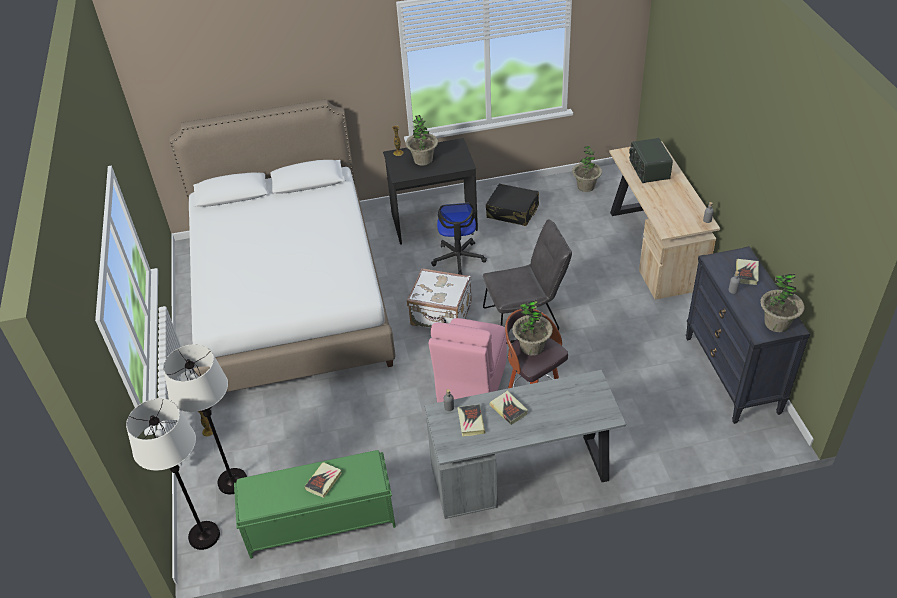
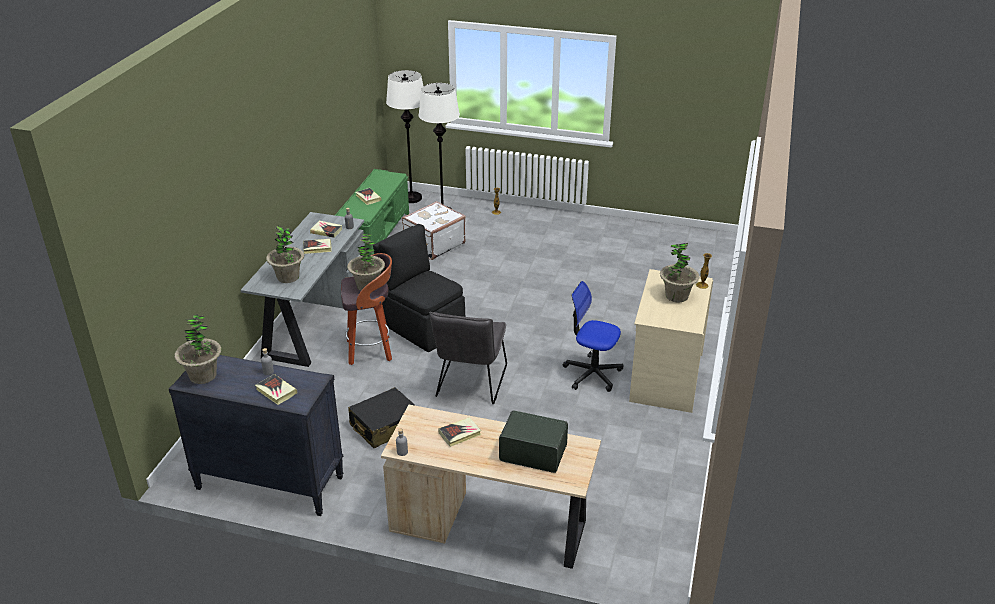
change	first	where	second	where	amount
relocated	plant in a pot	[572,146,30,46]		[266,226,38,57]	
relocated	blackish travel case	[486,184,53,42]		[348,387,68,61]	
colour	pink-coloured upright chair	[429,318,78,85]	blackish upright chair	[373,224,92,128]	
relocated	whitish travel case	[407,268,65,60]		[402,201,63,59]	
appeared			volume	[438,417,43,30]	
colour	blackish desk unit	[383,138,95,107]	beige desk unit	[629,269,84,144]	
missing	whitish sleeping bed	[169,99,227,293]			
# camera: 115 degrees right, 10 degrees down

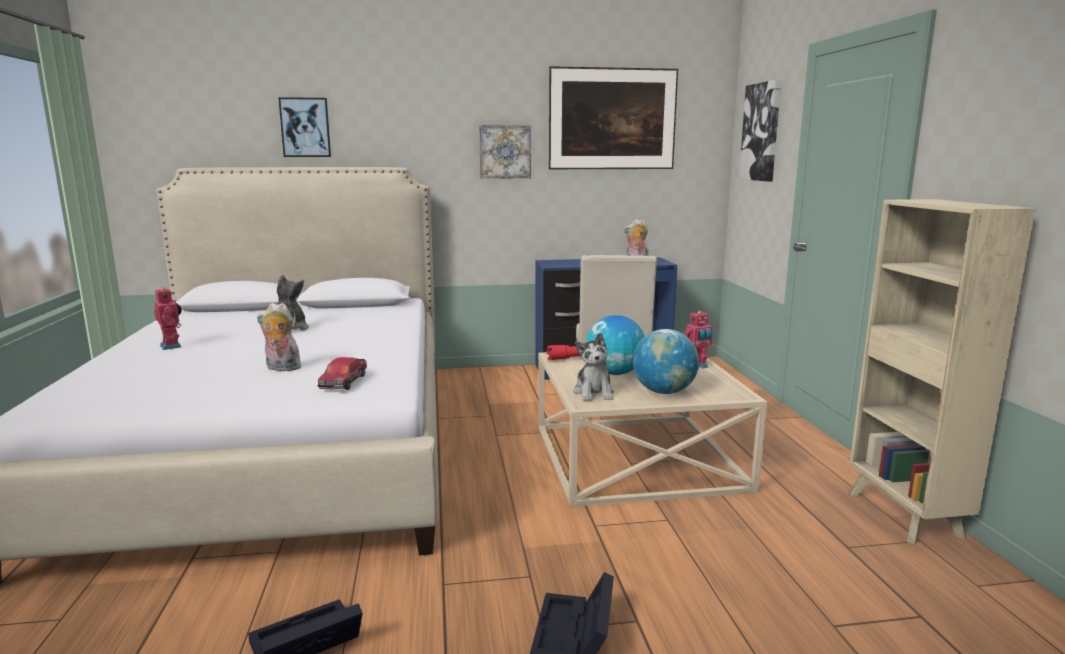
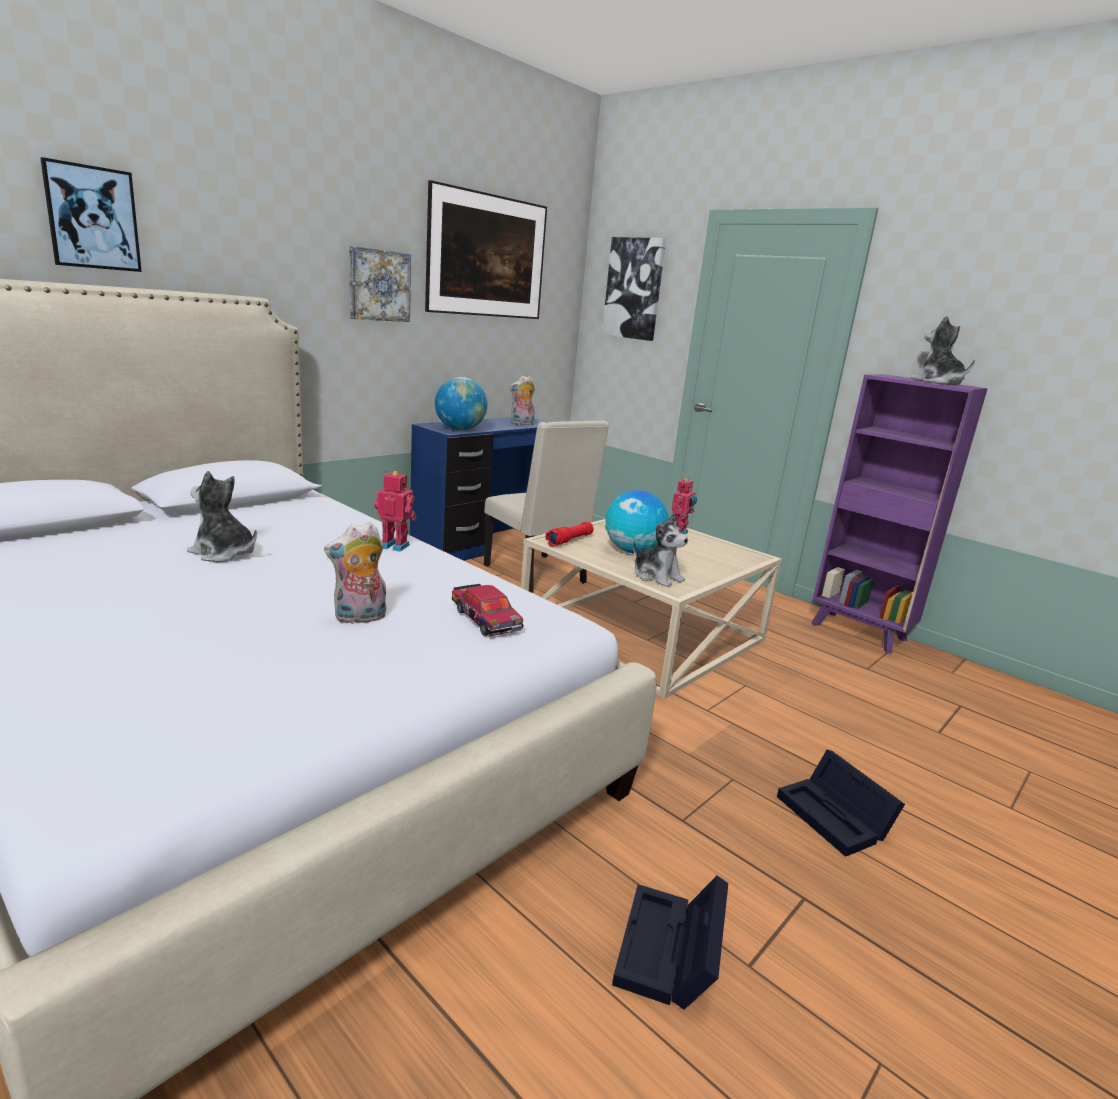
change	first	where	second	where	amount
relocated	model robot	[154,287,28,63]		[374,471,43,81]	
relocated	desk globe	[633,329,66,65]		[435,377,53,53]	
colour	beige bookshelf	[849,199,187,345]	purplish bookshelf	[811,374,177,280]	
appeared			cuddly toy	[910,316,65,69]	
# camera: 40 degrees left, 5 degrees up

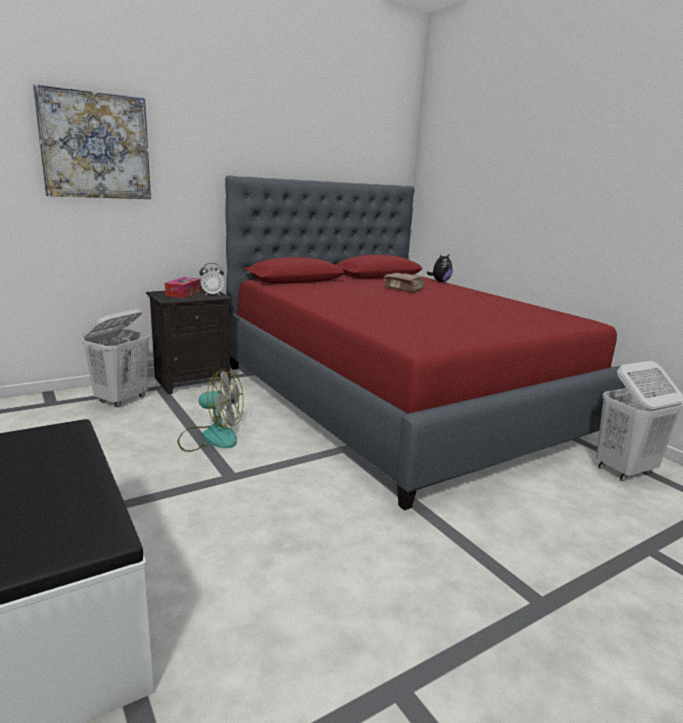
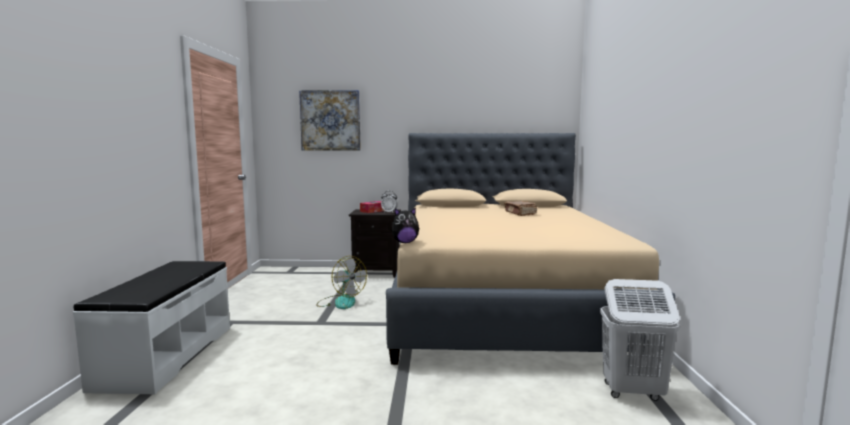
change	first	where	second	where	amount
colour	red-coloured sleeping bed	[225,176,405,334]	beige sleeping bed	[386,133,289,232]	
relocated	cuddly toy	[427,254,25,28]		[392,208,27,35]	
missing	whitish laundry basket	[82,309,67,98]			
# camera: 35 degrees right, 10 degrees down

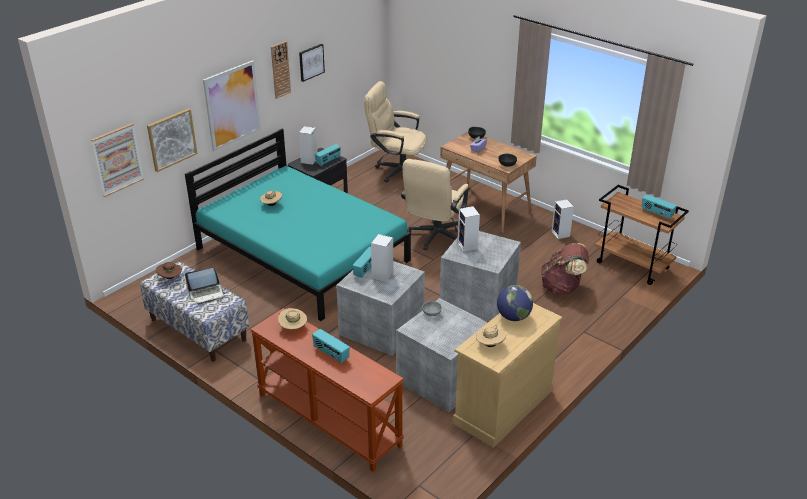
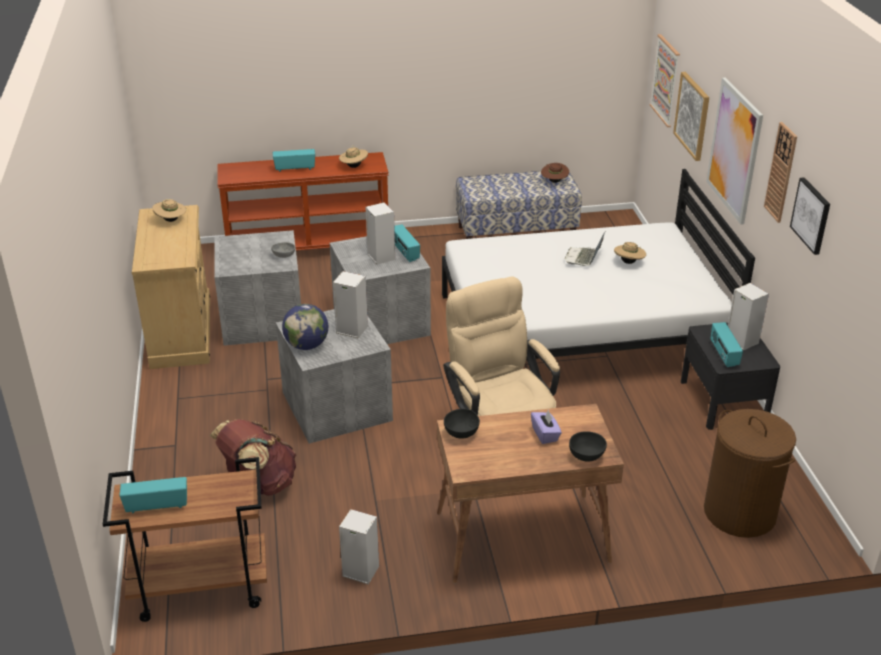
change	first	where	second	where	amount
relocated	desk globe	[497,285,36,36]		[282,304,46,46]	
colour	turquoise sleeping bed	[185,128,226,193]	whitish sleeping bed	[442,169,313,191]	
relocated	portable computer	[185,268,41,36]		[565,230,41,36]	
exchanged	beige computer chair	[364,81,62,102]	brown laundry basket	[704,409,92,129]	
# camera: 130 degrees right, 0 degrees up

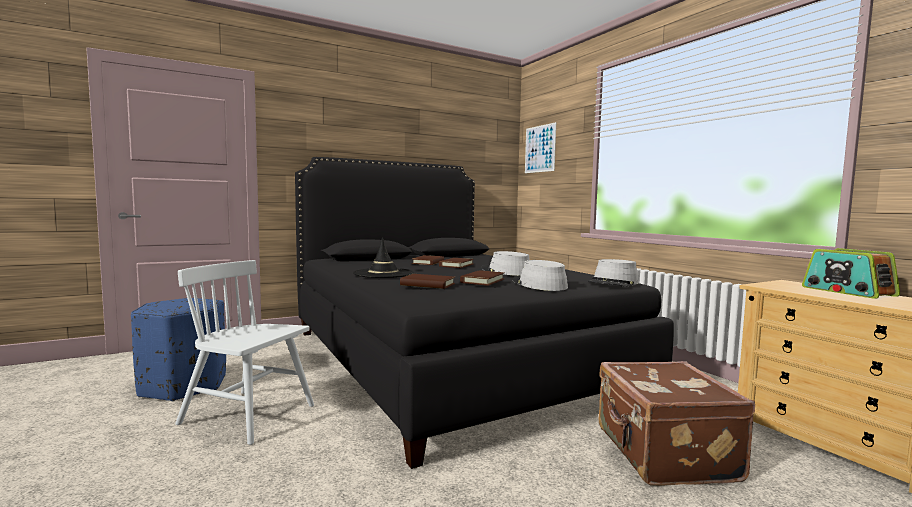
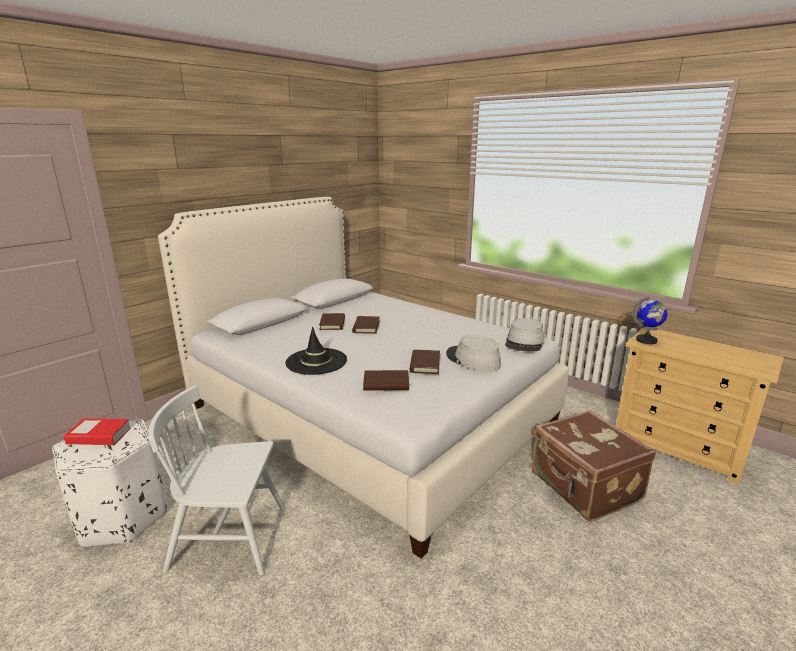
change	first	where	second	where	amount
colour	bluish footrest	[131,298,95,104]	whitish footrest	[52,419,115,128]	
appeared			volume	[63,418,68,27]	
colour	blackish sleeping bed	[295,157,379,312]	whitish sleeping bed	[158,197,411,361]	
appeared			desk globe	[632,296,36,48]	
missing	grey hat	[481,251,49,25]			
missing	picture	[525,122,31,51]			
missing	radio	[802,248,98,51]			
# camera: 20 degrees left, 15 degrees up

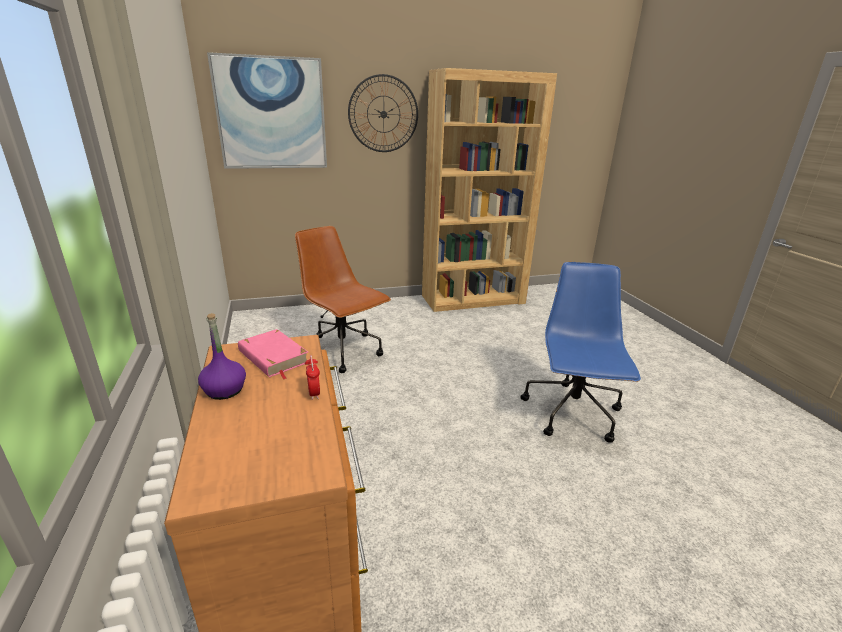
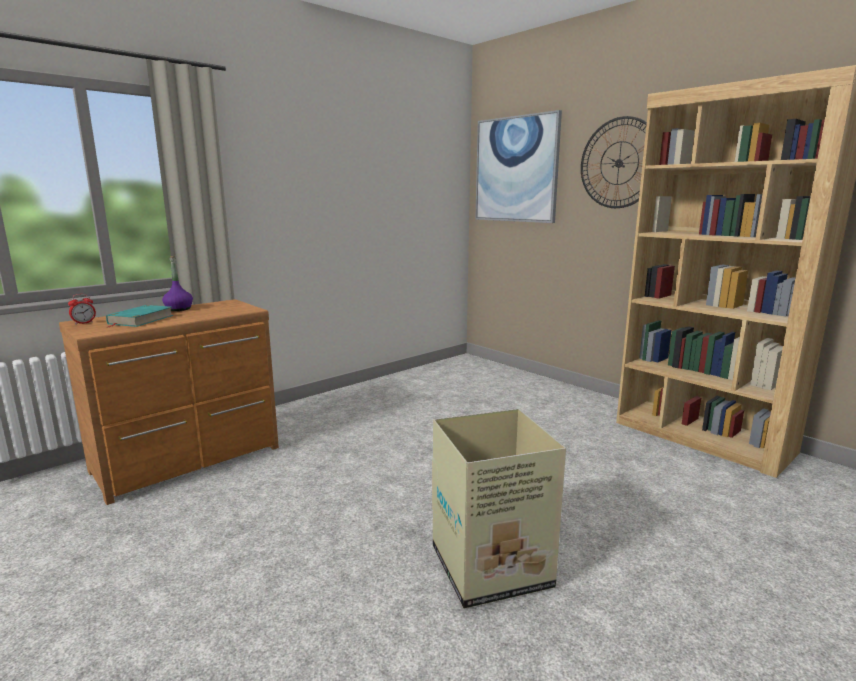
change	first	where	second	where	amount
relocated	bedside clock	[305,355,15,45]		[68,294,28,31]	
appeared			turquoise volume	[106,305,68,23]	
exchanged	bluish computer chair	[520,262,121,181]	carton	[432,409,134,200]	
missing	pink-coloured volume	[238,329,70,51]			
missing	brown computer chair	[295,226,96,147]			
# camera: 65 degrees right, 10 degrees down

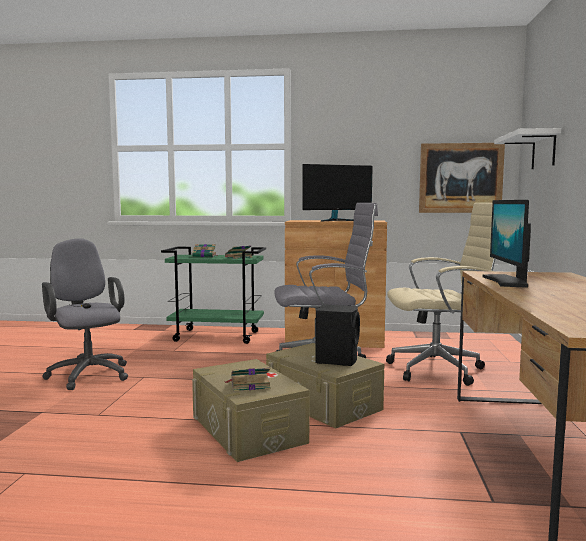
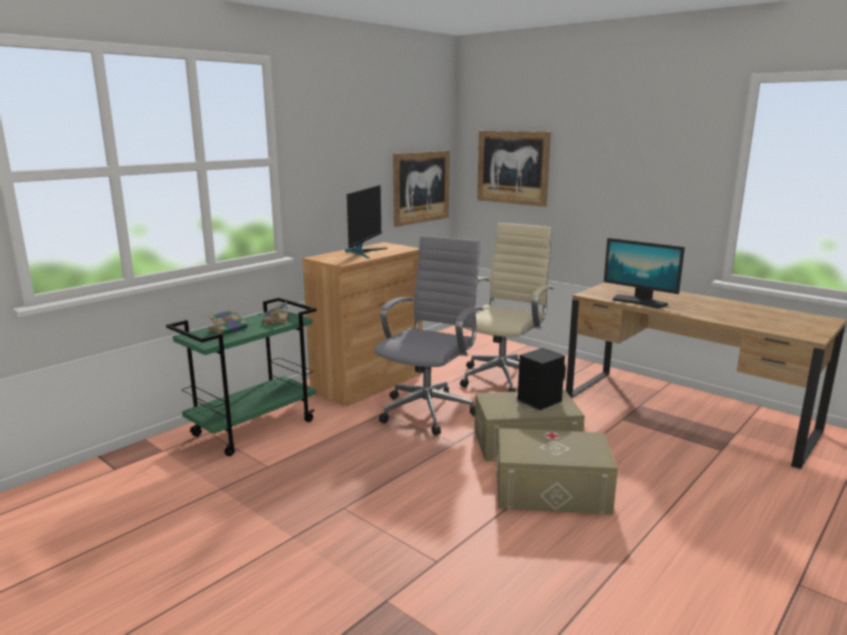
change	first	where	second	where	amount
exchanged	whitish shelf	[494,128,68,41]	picture	[477,131,74,76]	
missing	grey computer chair	[42,238,86,152]			
missing	volume	[225,368,46,23]			
# camera: 55 degrees left, 10 degrees up

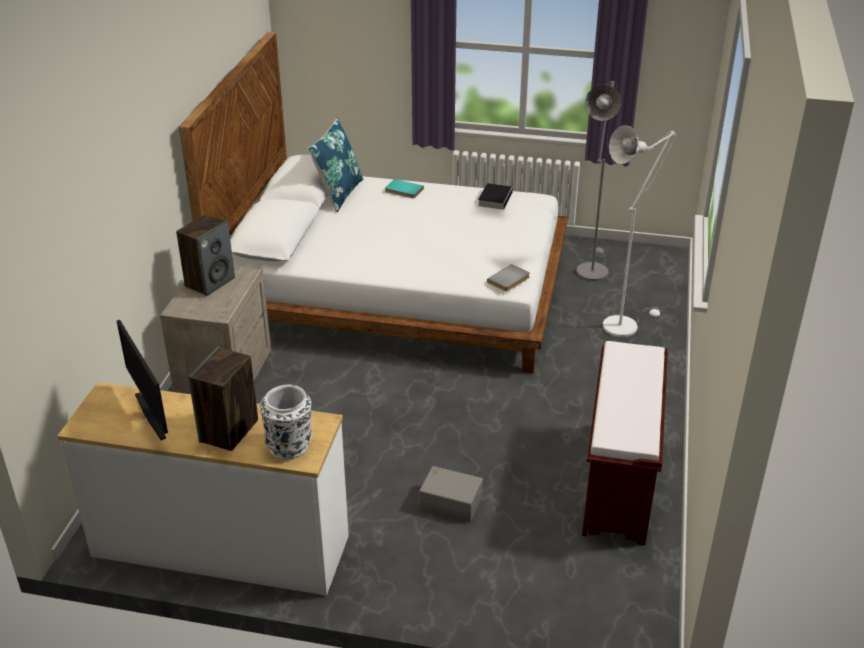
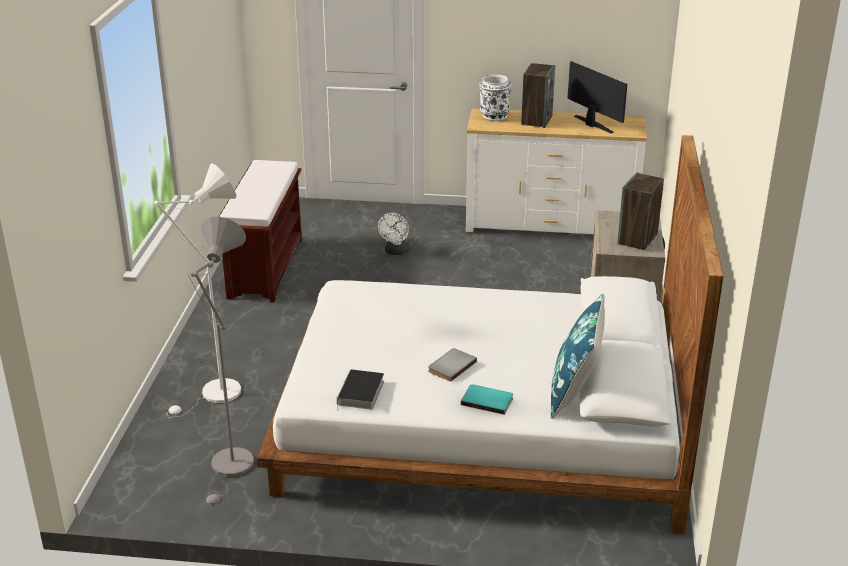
change	first	where	second	where	amount
exchanged	grey storage box	[419,466,64,56]	whitish electric fan	[378,213,31,42]	
relocated	grey volume	[487,264,43,28]		[428,348,49,34]	
# camera: 175 degrees right, 5 degrees down

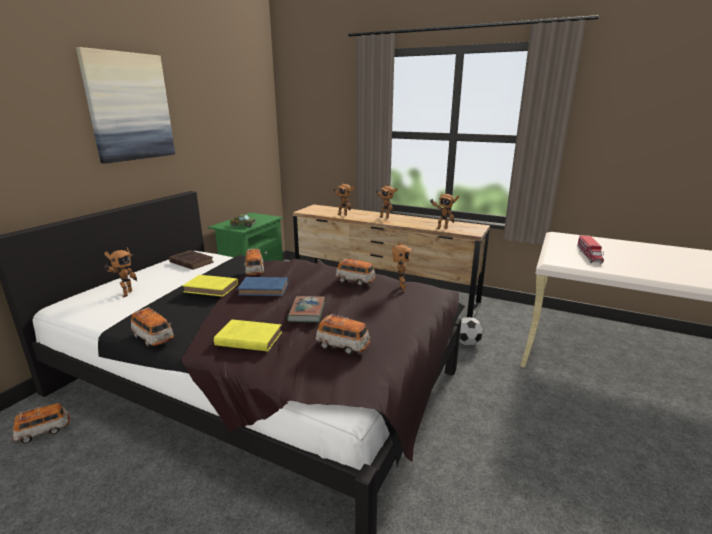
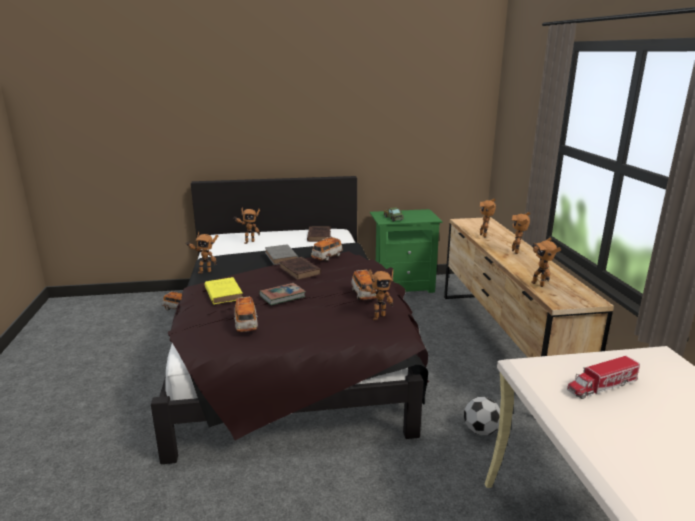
change	first	where	second	where	amount
exchanged	miniature car	[131,307,44,40]	model robot	[185,232,33,42]	
colour	yellow volume	[183,275,55,22]	grey volume	[265,244,34,21]	
colour	bluish volume	[238,277,50,19]	brown volume	[279,257,42,23]	
missing	picture	[76,47,99,117]			
# camera: 55 degrees right, 0 degrees up

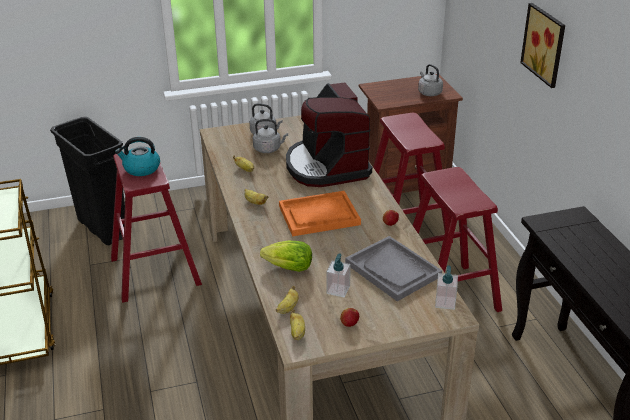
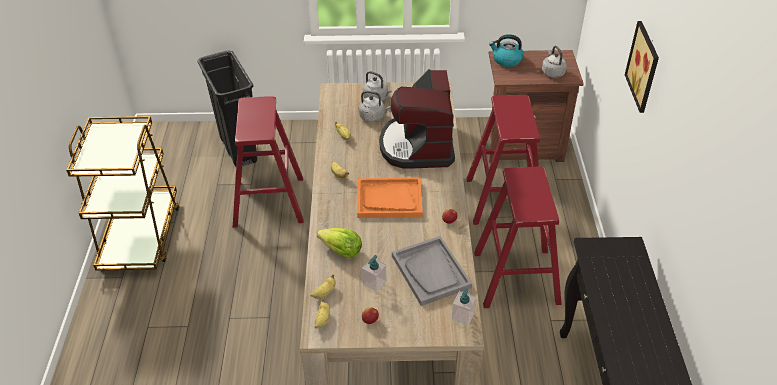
change	first	where	second	where	amount
relocated	kettle	[115,137,45,39]		[489,34,35,33]	
# camera: 15 degrees right, 10 degrees up

